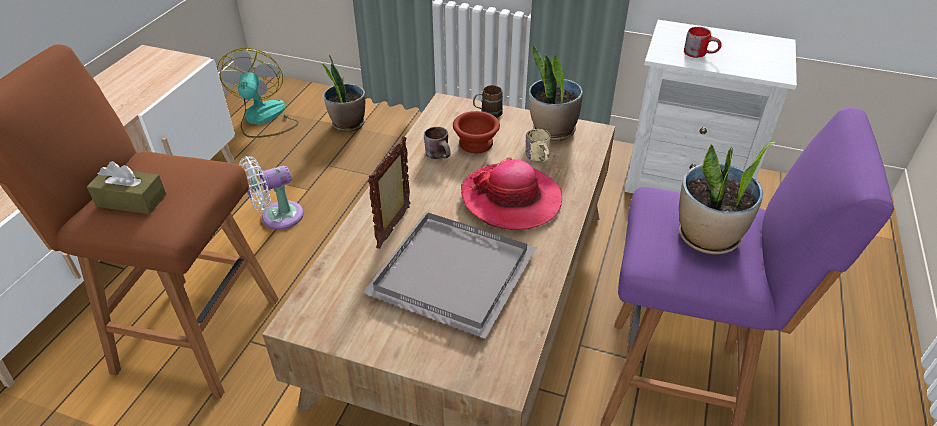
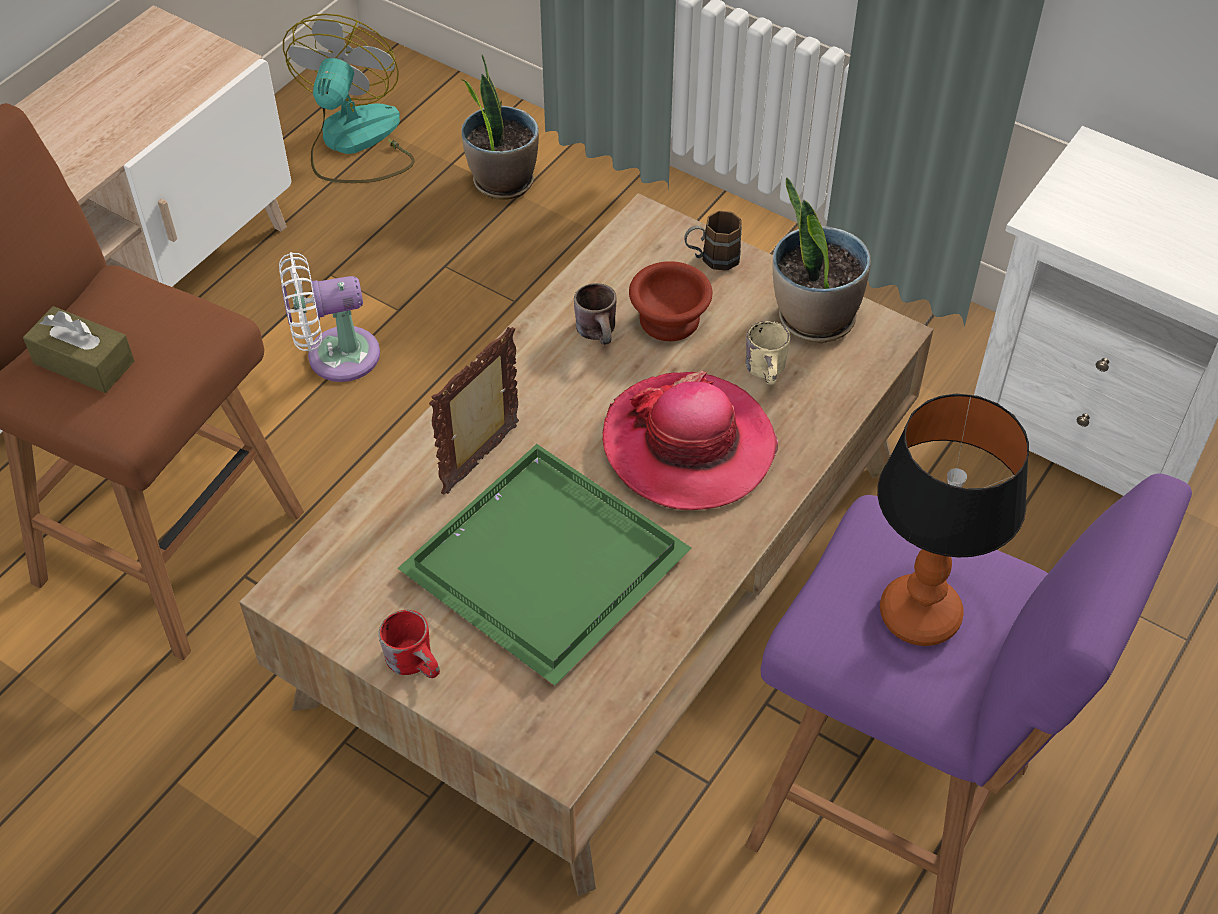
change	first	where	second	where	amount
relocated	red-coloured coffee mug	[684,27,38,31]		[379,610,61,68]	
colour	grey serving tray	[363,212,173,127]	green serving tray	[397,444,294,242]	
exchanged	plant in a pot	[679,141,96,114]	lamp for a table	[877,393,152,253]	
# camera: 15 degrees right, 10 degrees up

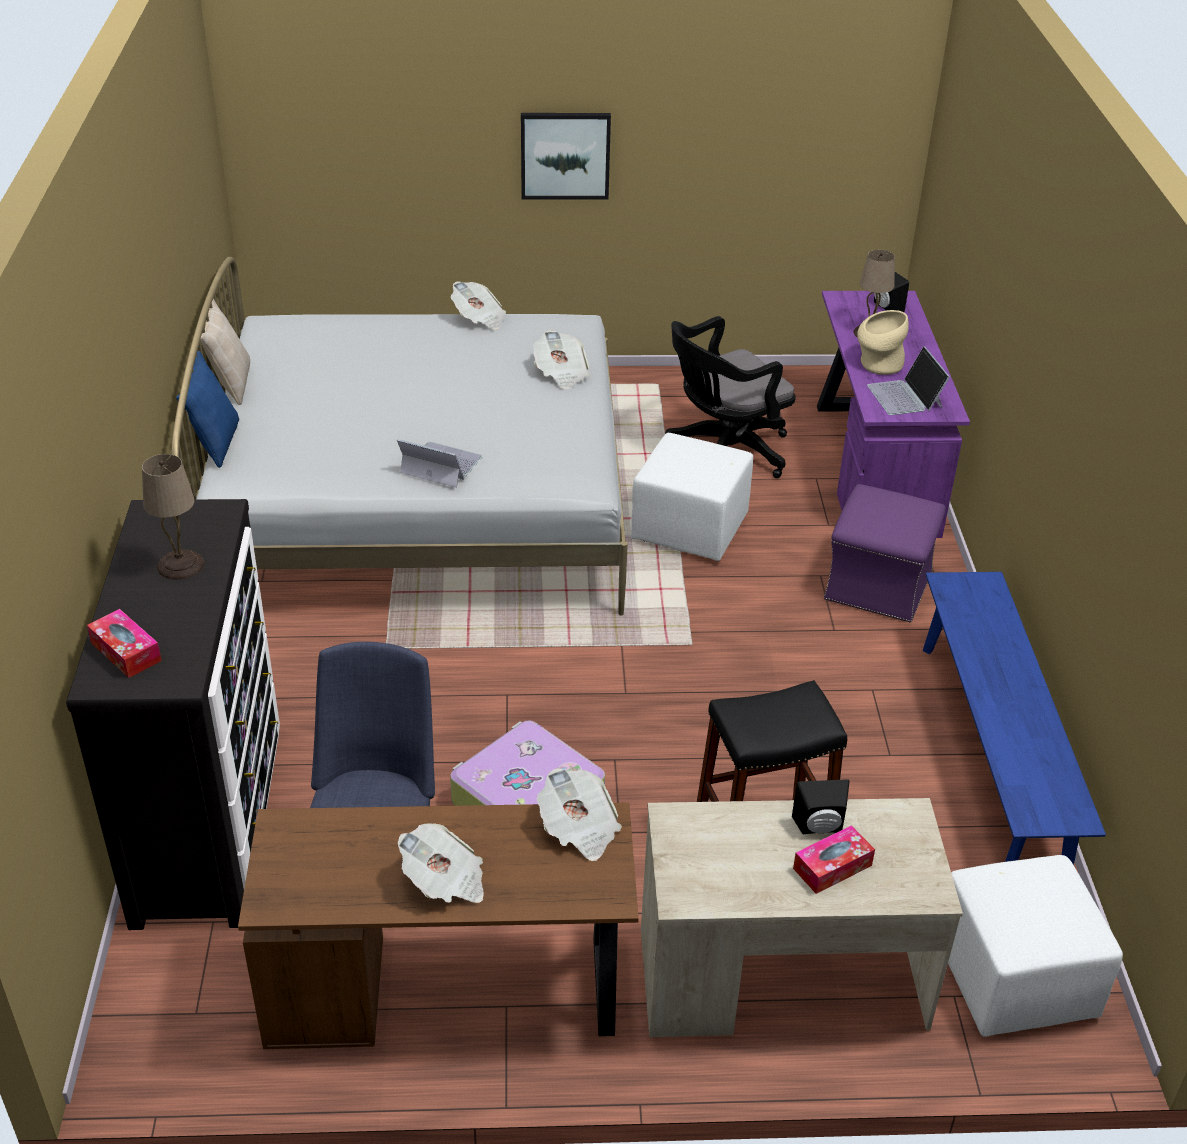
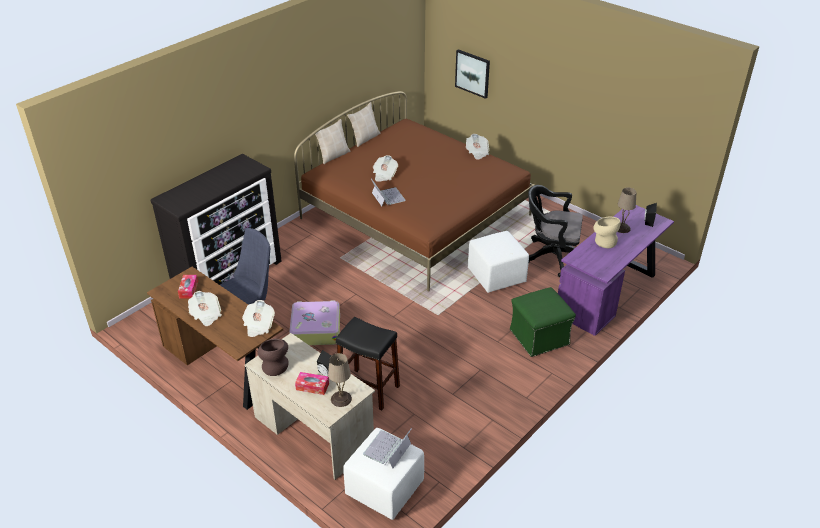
change	first	where	second	where	amount
relocated	tissue box	[87,609,75,69]		[178,275,20,24]	
appeared			brown decorative vase	[257,339,32,37]	
colour	whitish sleeping bed	[171,257,457,359]	brown sleeping bed	[294,91,241,201]	
colour	bluish throw pillow	[176,351,63,117]	beige throw pillow	[315,119,36,45]	
relocated	beige lamp for a table	[142,454,62,126]		[328,353,24,54]	
relocated	portable computer	[867,346,83,69]		[363,428,49,41]	
relocated	daily paper	[533,330,57,59]		[373,155,25,27]	
relocated	picture	[521,113,90,87]		[455,49,35,50]	
colour	purplish footrest	[824,484,122,139]	green footrest	[510,287,66,70]	
missing	bluish long seat	[923,572,183,293]			
# camera: 45 degrees right, 0 degrees up

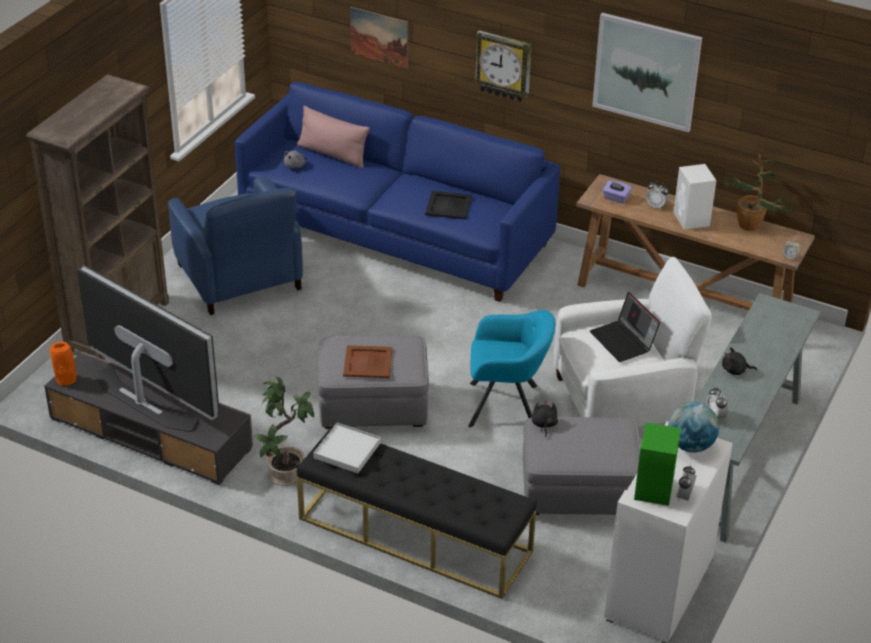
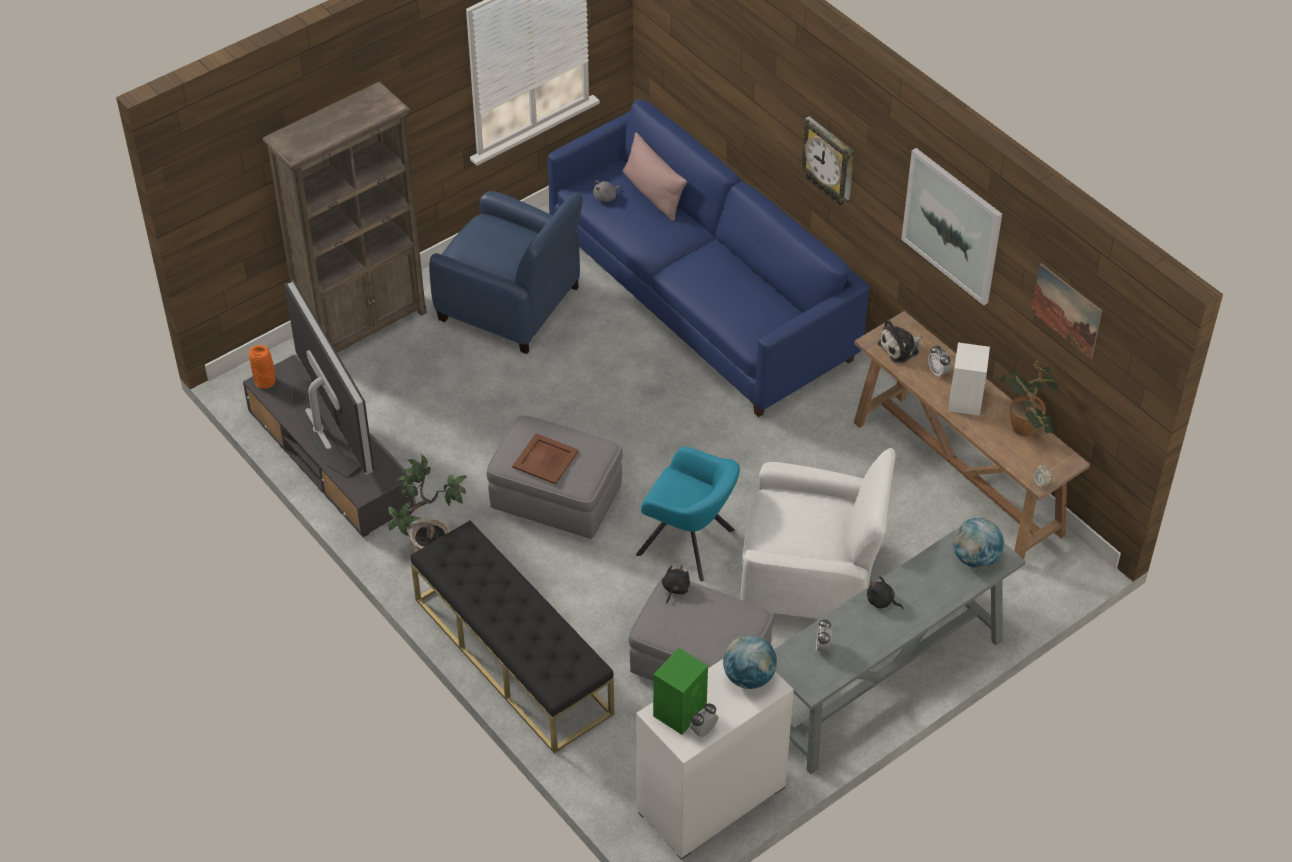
change	first	where	second	where	amount
spun	bluish easy chair	[168,176,135,139]		[429,191,154,163]	60 degrees counterclockwise
exchanged	purplish tissue box	[603,180,29,23]	cuddly toy	[878,320,44,43]	
appeared			desk globe	[953,518,51,50]	
relocated	picture	[350,7,58,61]		[1031,263,72,96]	
missing	whitish serving tray	[313,423,68,50]			
missing	blackish serving tray	[425,191,47,28]			
missing	portable computer	[590,292,70,70]			
# camera: 25 degrees right, 10 degrees up

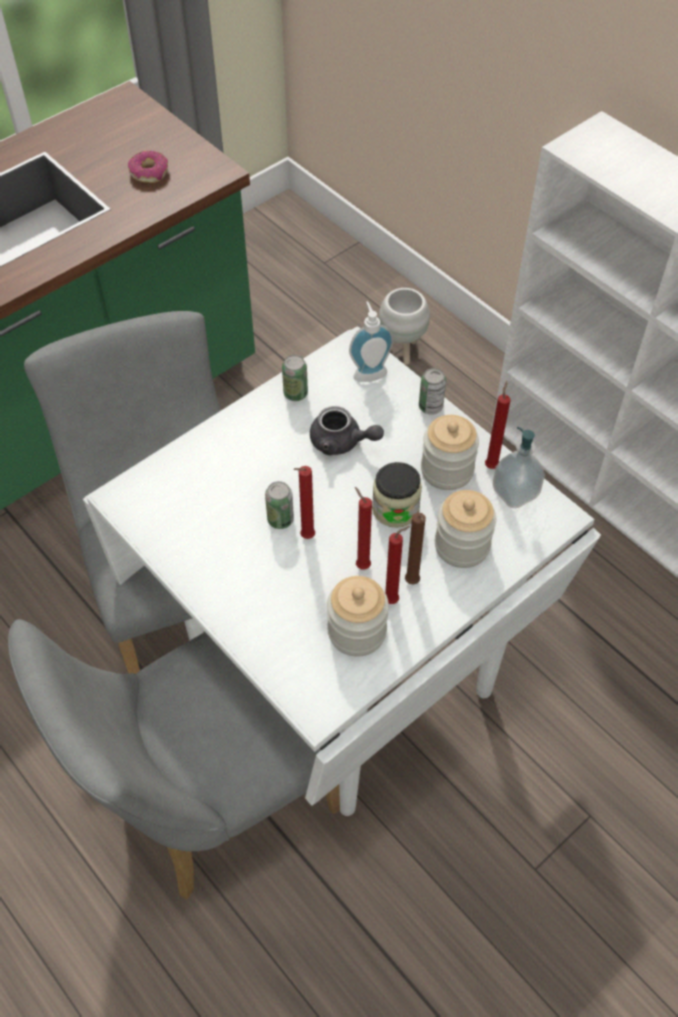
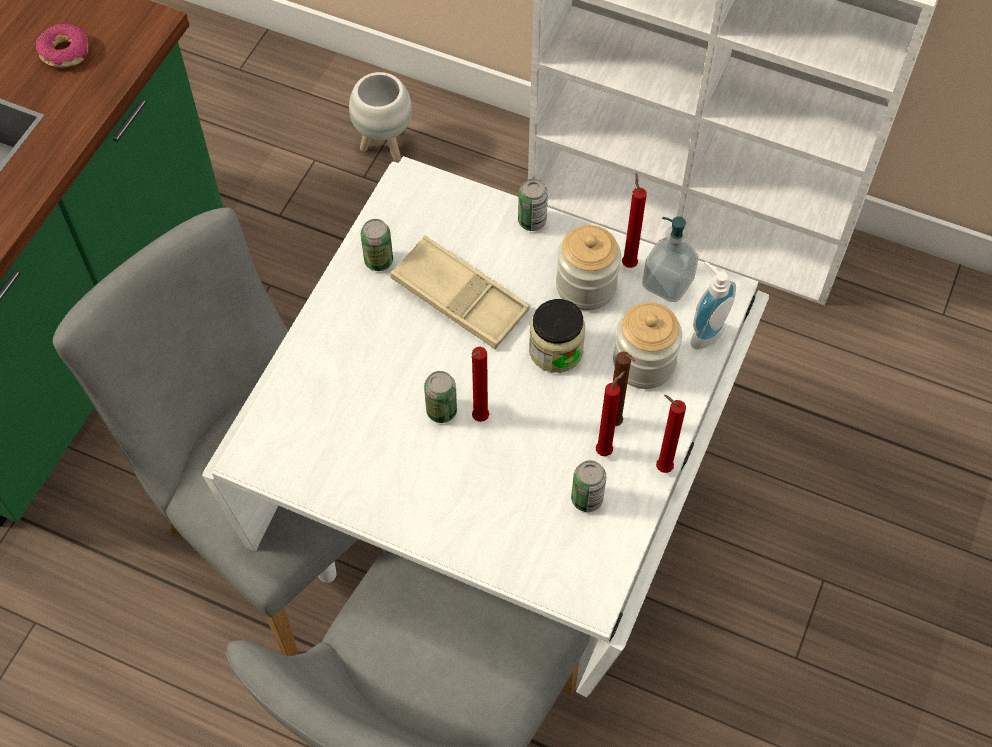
change	first	where	second	where	amount
exchanged	grey teapot	[310,406,74,49]	beige serving tray	[390,236,139,113]	
exchanged	jar	[327,576,62,81]	sealed can	[571,460,36,52]	
relocated	red-coloured wax light	[355,487,17,82]		[656,395,30,78]	
relocated	soap bottle	[349,301,45,81]		[691,262,45,87]	
# camera: 25 degrees left, 5 degrees up

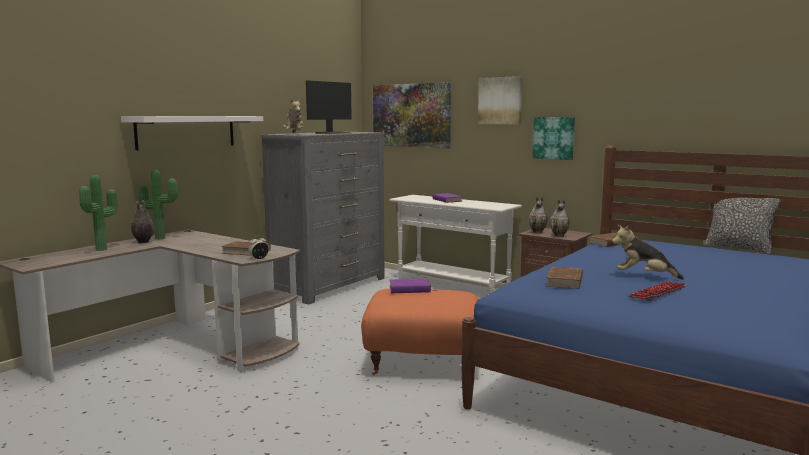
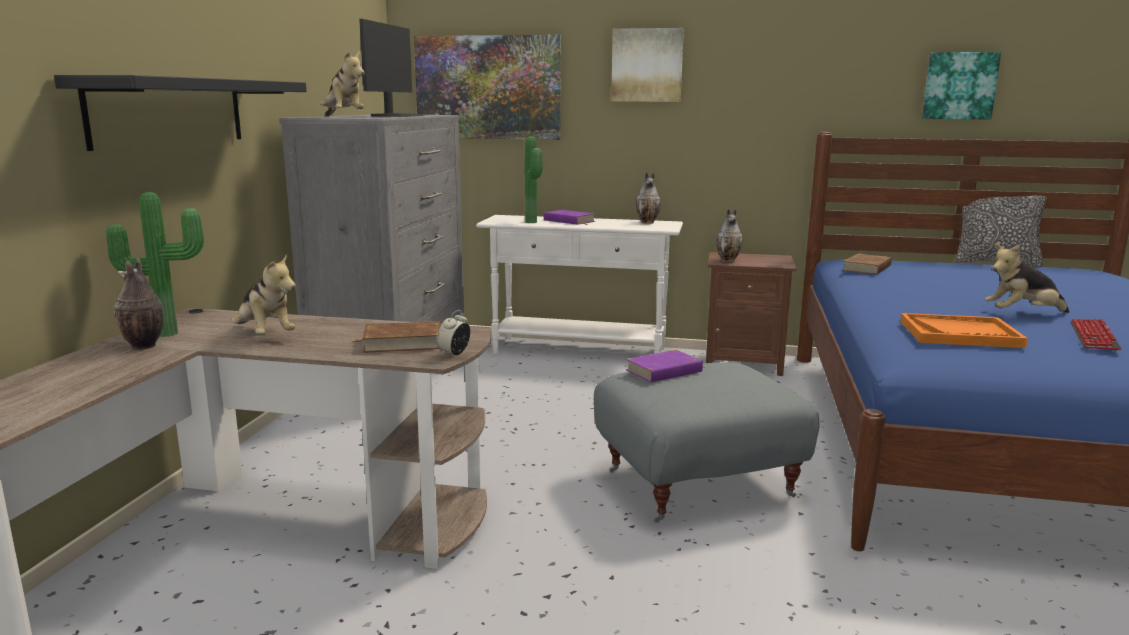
change	first	where	second	where	amount
colour	whitish shelf	[121,116,142,34]	blackish shelf	[54,75,253,76]	
appeared			cuddly toy	[232,254,64,80]	
relocated	plant in a pot	[79,175,39,76]		[525,136,18,87]	
colour	orangey footrest	[361,289,118,86]	grey footrest	[594,362,226,161]	
relocated	decorative vase	[550,199,20,38]		[636,172,25,52]	
exchanged	brown volume	[546,266,37,23]	orangey serving tray	[900,313,128,35]	
relocated	picture	[532,117,43,43]		[922,52,79,68]	
# camera: 25 degrees left, 5 degrees up

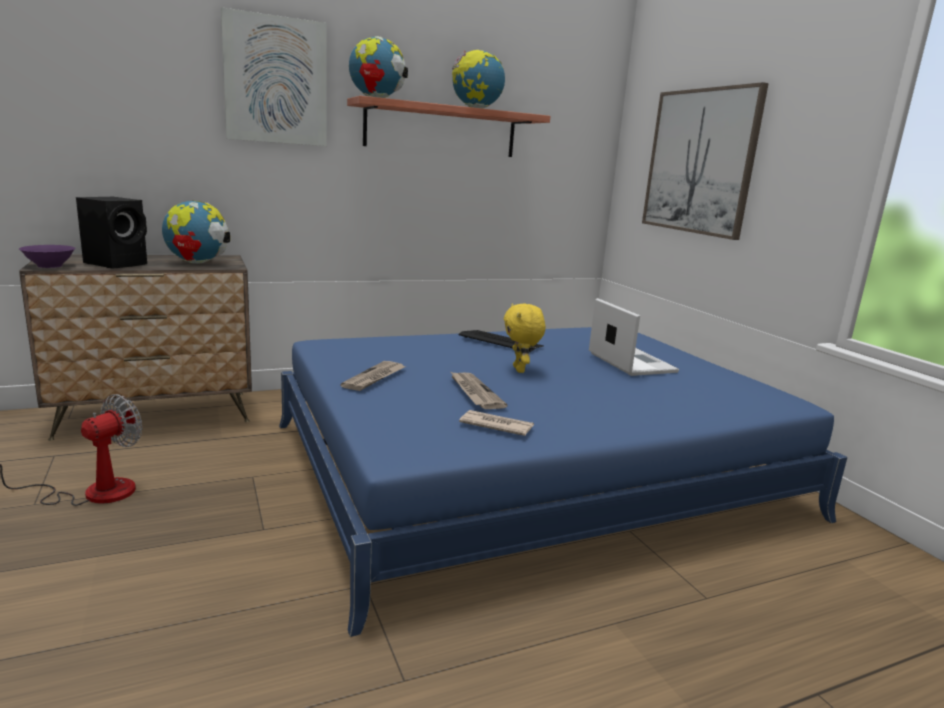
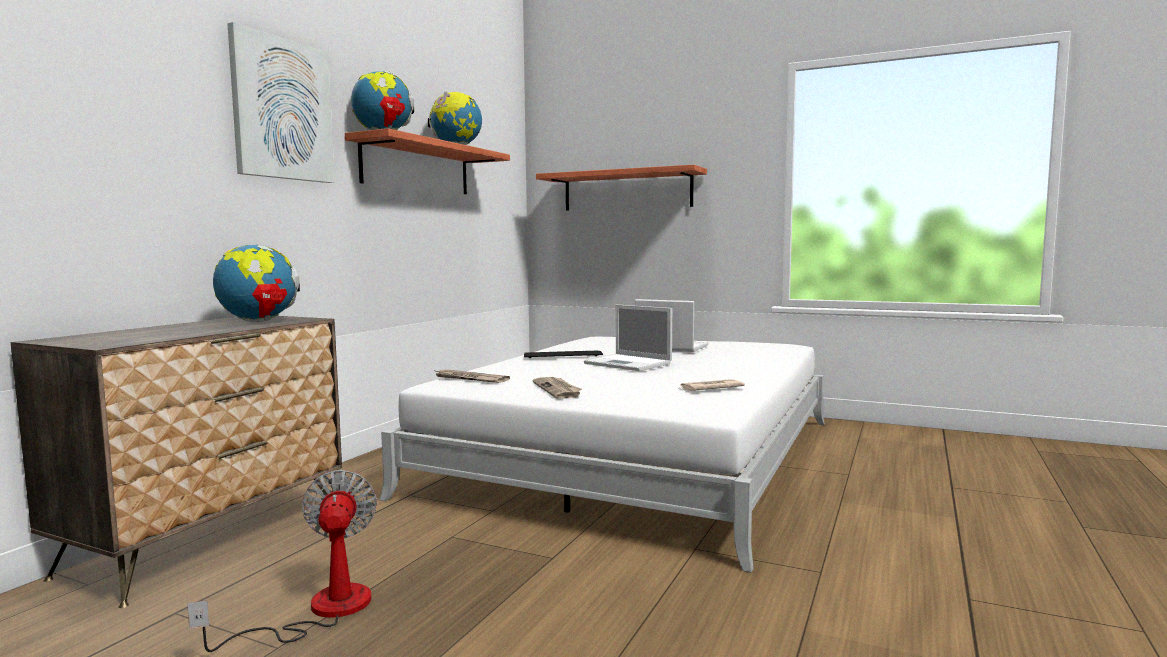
change	first	where	second	where	amount
colour	bluish sleeping bed	[279,327,568,310]	whitish sleeping bed	[379,337,446,235]	
relocated	daily paper	[451,372,56,37]		[433,369,77,14]	
exchanged	picture	[642,82,127,158]	shelf	[536,165,171,46]	
exchanged	yellow cuddly toy	[504,304,41,69]	portable computer	[584,304,88,67]	
missing	purplish bowl	[19,245,57,23]			
missing	blackish audio speaker	[76,197,71,72]			
# camera: 40 degrees left, 10 degrees down

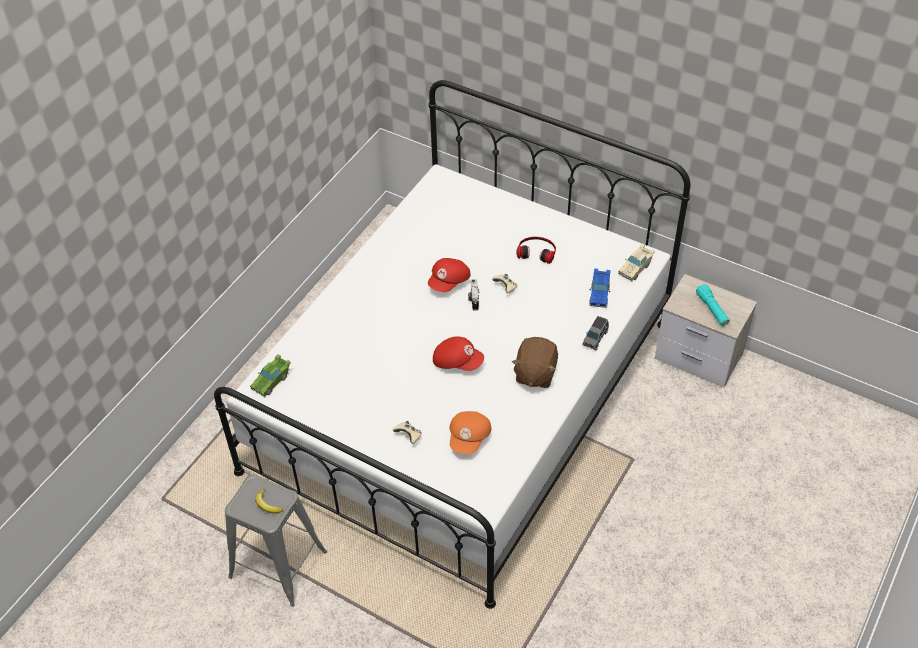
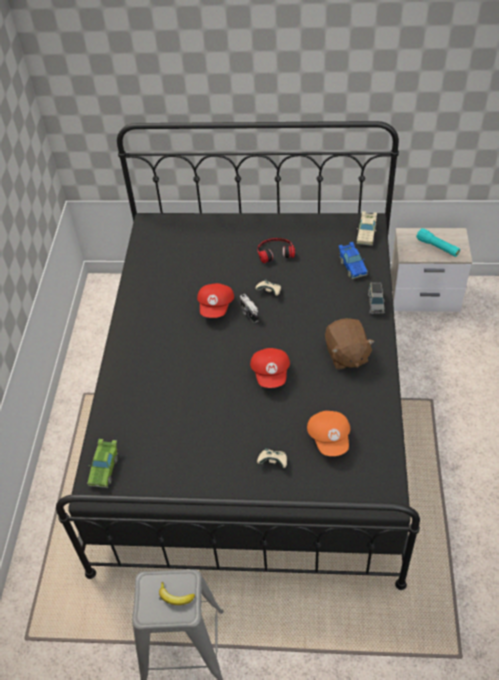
change	first	where	second	where	amount
colour	whitish sleeping bed	[214,80,477,529]	blackish sleeping bed	[56,121,364,469]	
spun	red-coloured peaked cap	[433,336,51,35]		[250,348,40,40]	90 degrees clockwise
# camera: 25 degrees left, 0 degrees up

